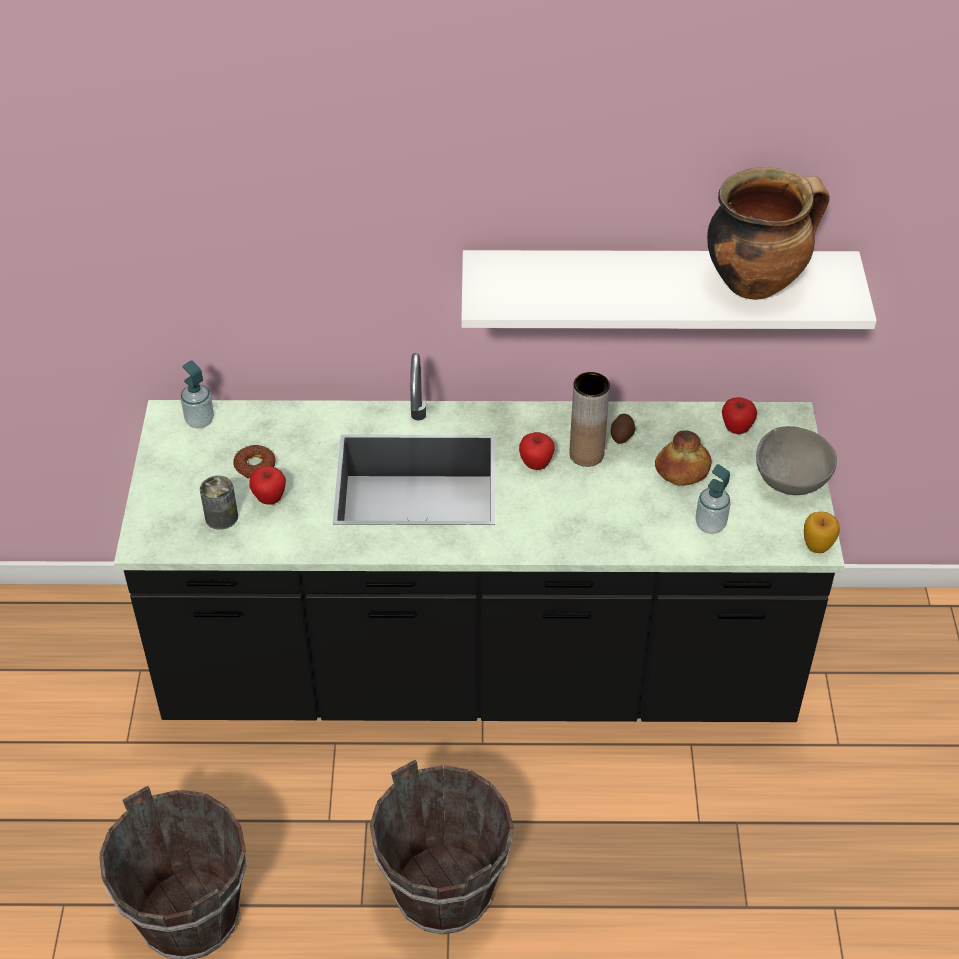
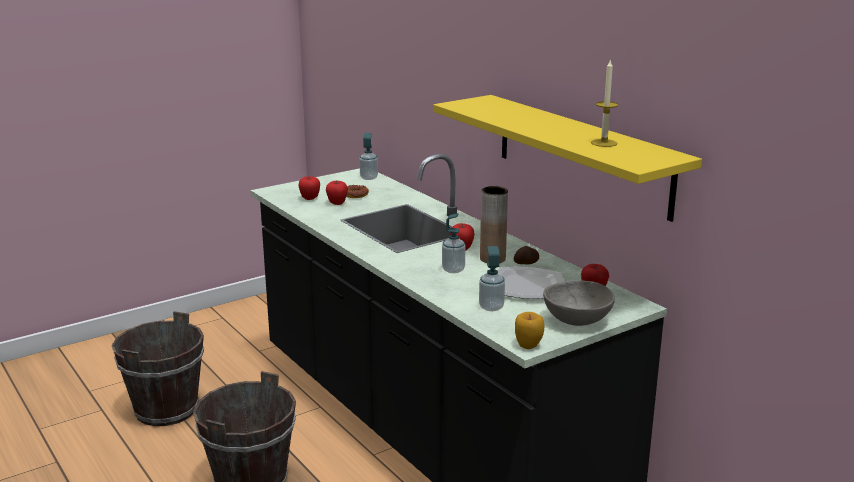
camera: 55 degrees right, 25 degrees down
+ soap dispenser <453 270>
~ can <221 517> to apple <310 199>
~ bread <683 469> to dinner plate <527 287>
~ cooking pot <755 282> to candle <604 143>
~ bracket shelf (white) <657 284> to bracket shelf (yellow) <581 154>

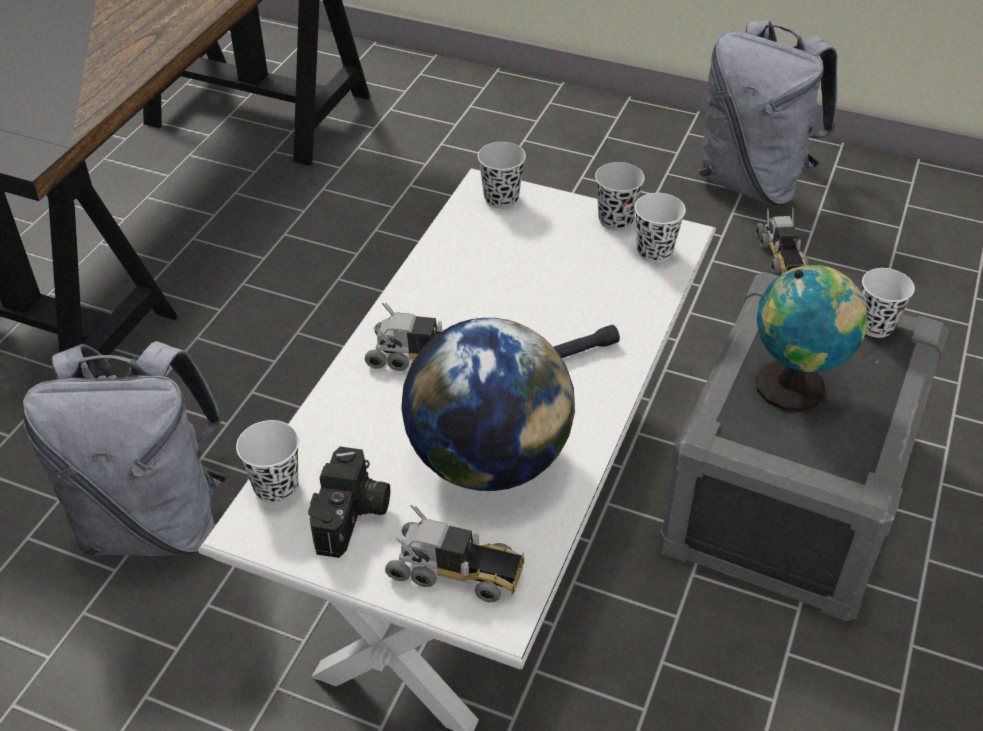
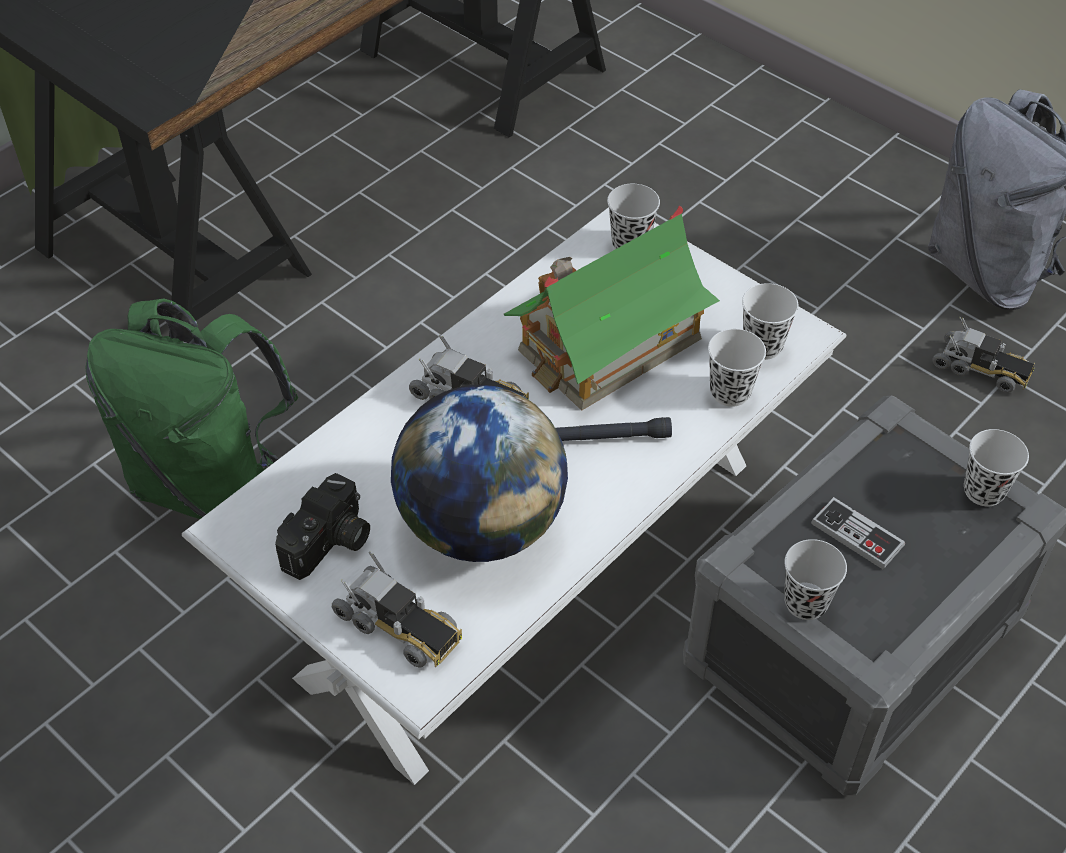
camera: 20 degrees right, 5 degrees up
+ toy house <608 345>
~ cup (white) <276 487> to <730 392>
~ cup (black) <615 220> to <805 602>
~ world globe <795 387> to joypad <857 535>
~ backpack (greyish) <155 521> to backpack (green) <211 482>
~ toy truck <781 255> = <981 369> 75 degrees counterclockwise

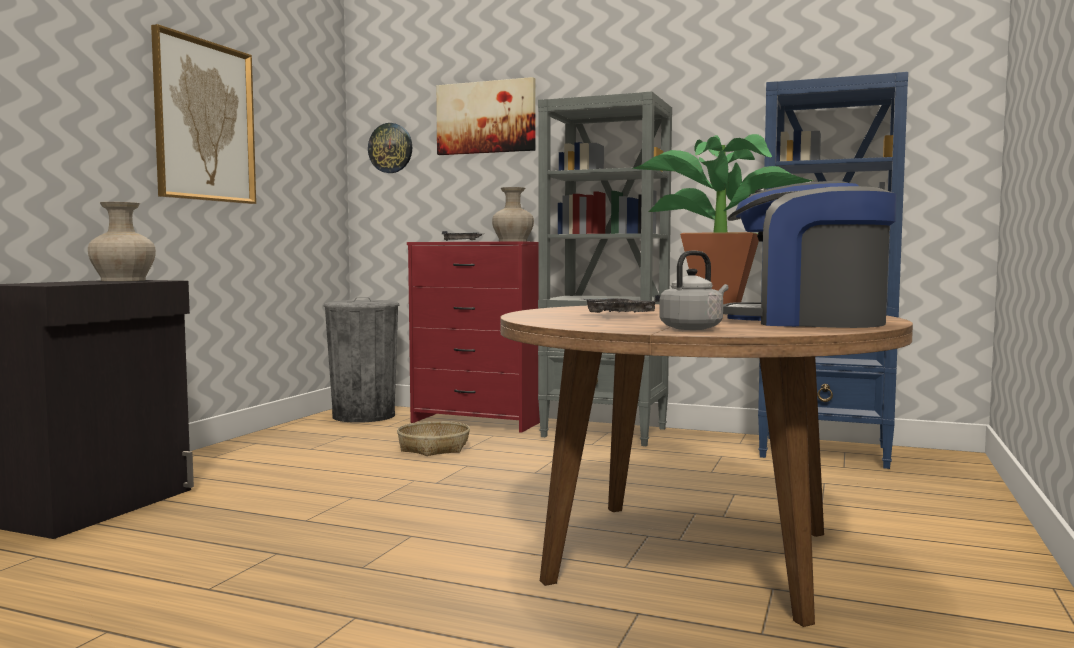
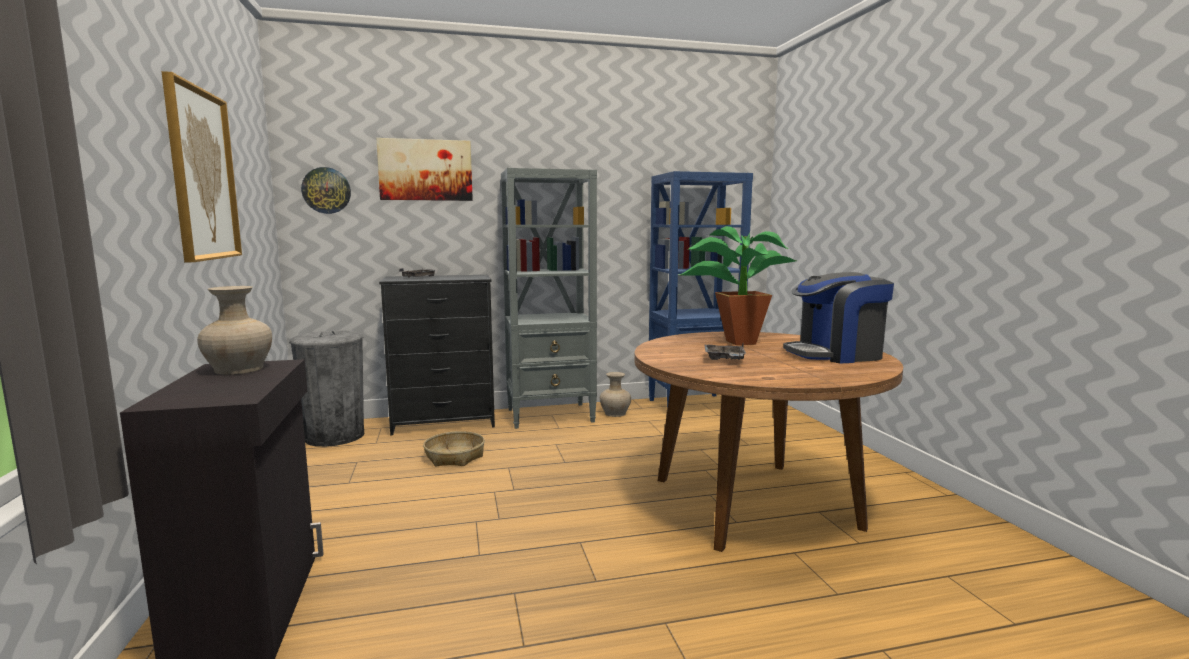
camera: 35 degrees left, 5 degrees up
- kettle (greyish) <693 328>
~ flower vase (sand-coloured) <513 241> to <615 413>
~ drawer chest (reddish) <479 421> to drawer chest (black) <443 422>

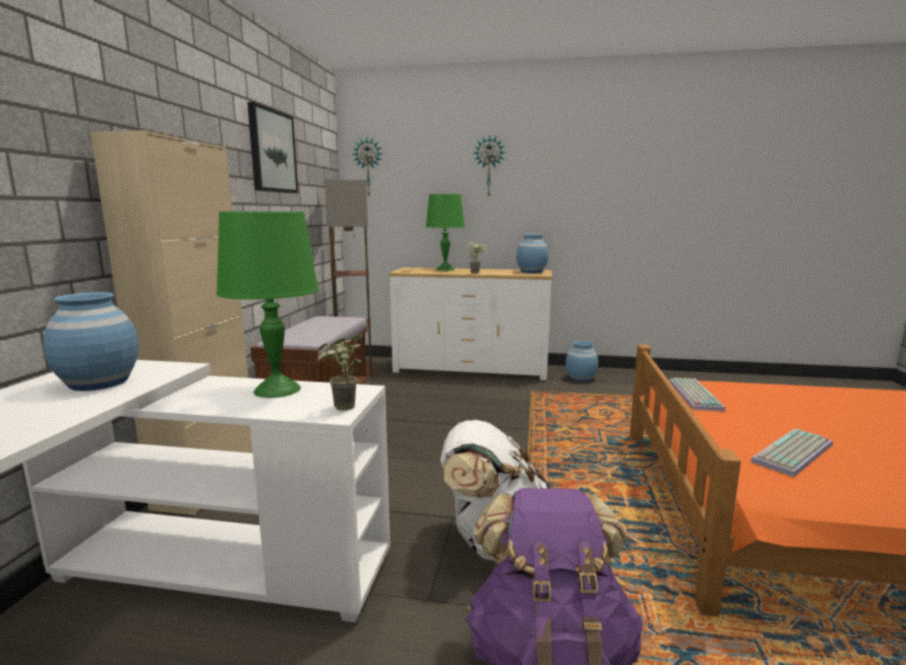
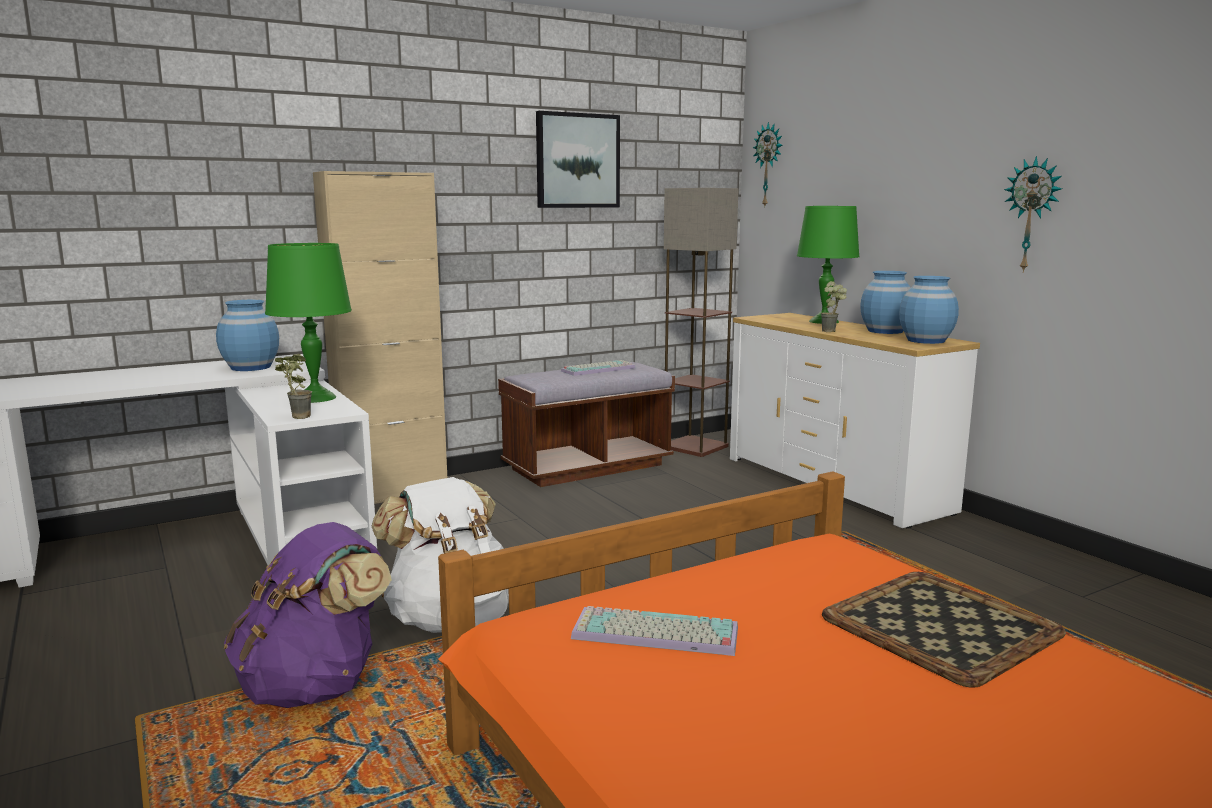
camera: 50 degrees right, 0 degrees up
+ serving tray <943 626>
~ clock on the wall <489 166> to <1032 215>
~ flower vase (blue-coloured) <580 378> to <885 331>
~ keyboard <693 394> to <598 369>

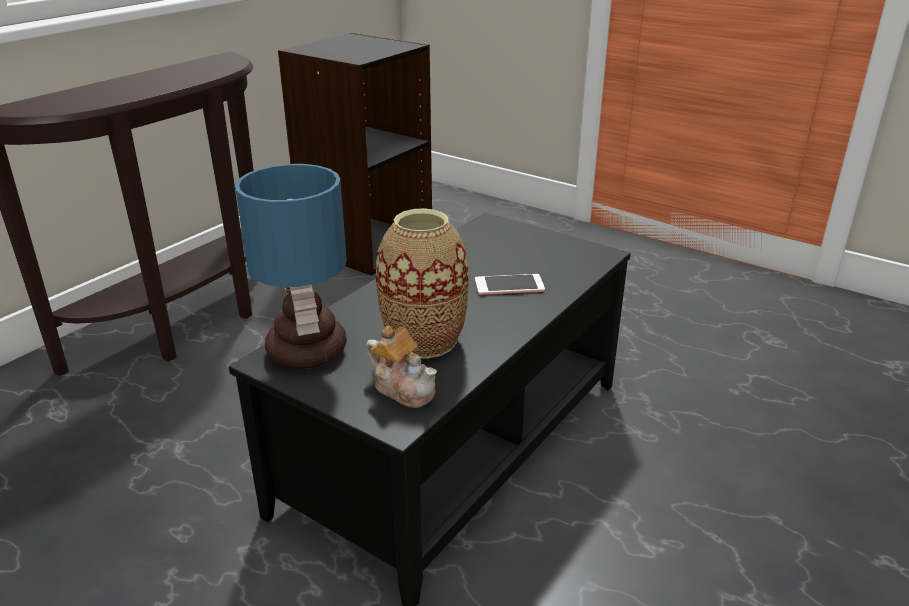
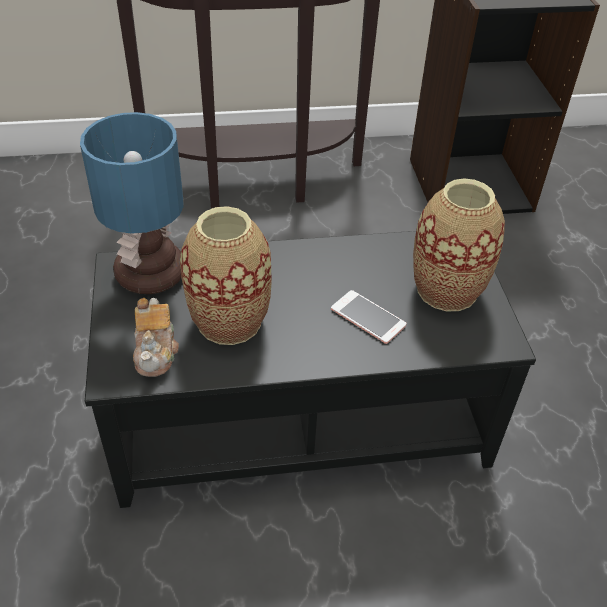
camera: 45 degrees right, 15 degrees up
+ flower vase <447 290>

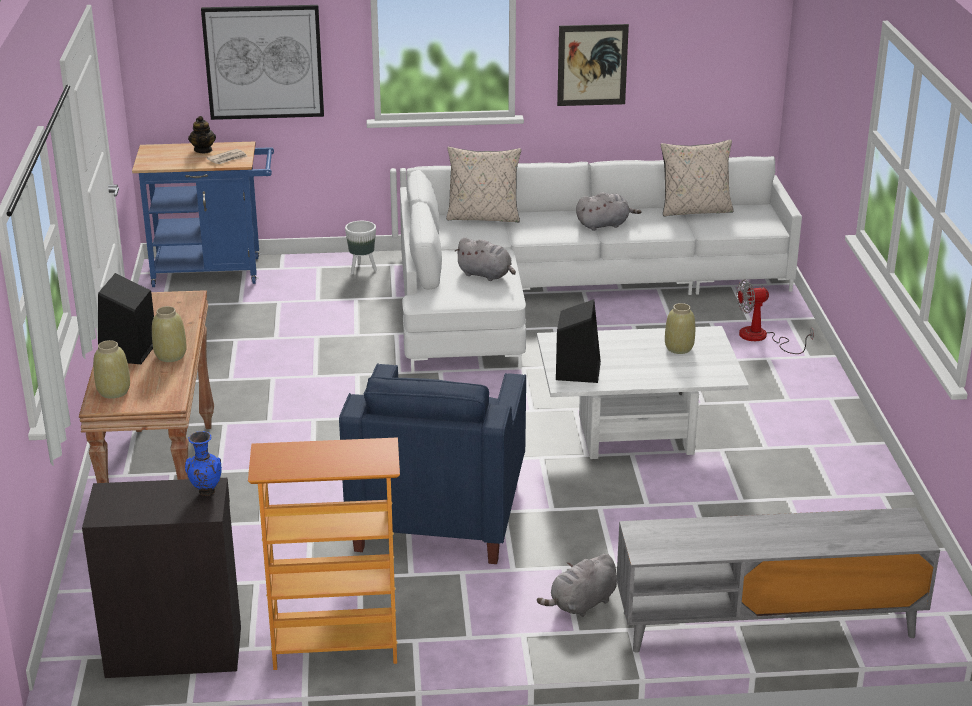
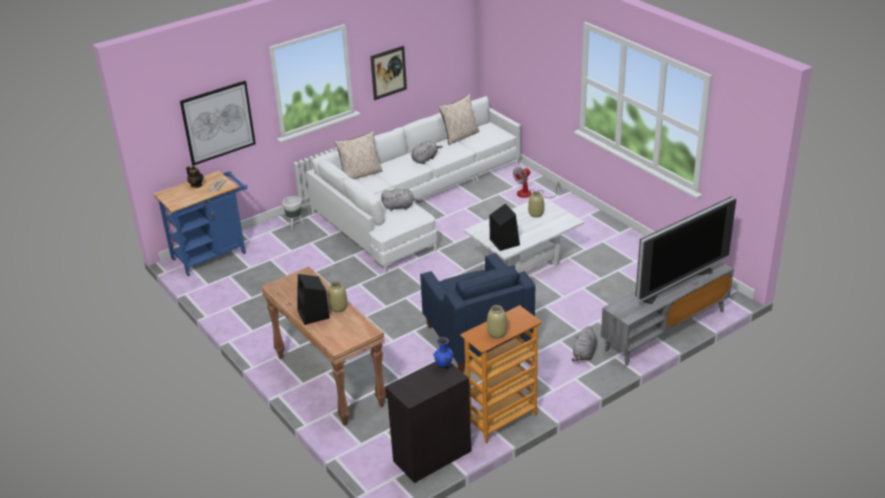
camera: 30 degrees left, 5 degrees up
+ TV <676 284>
~ flower vase (sand-coloured) <113 392> to <497 334>

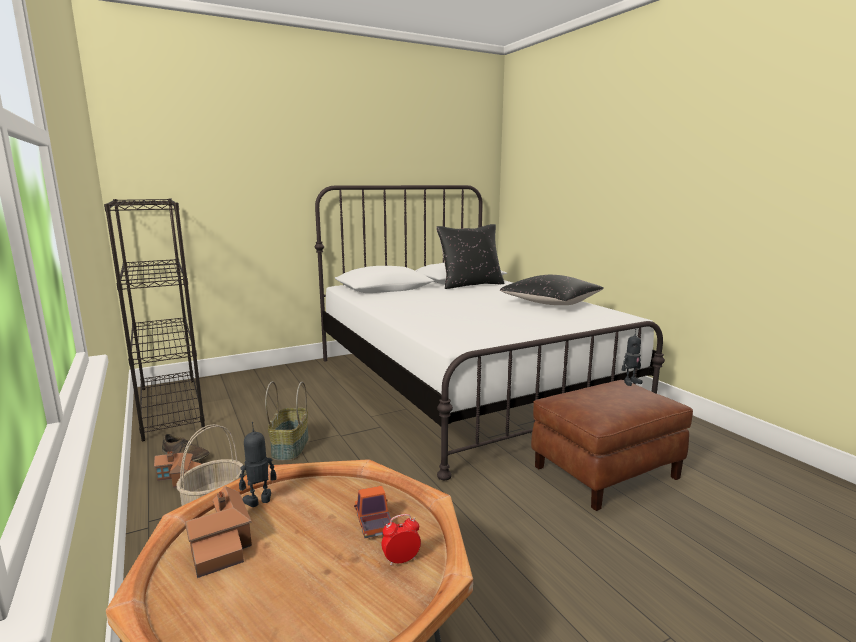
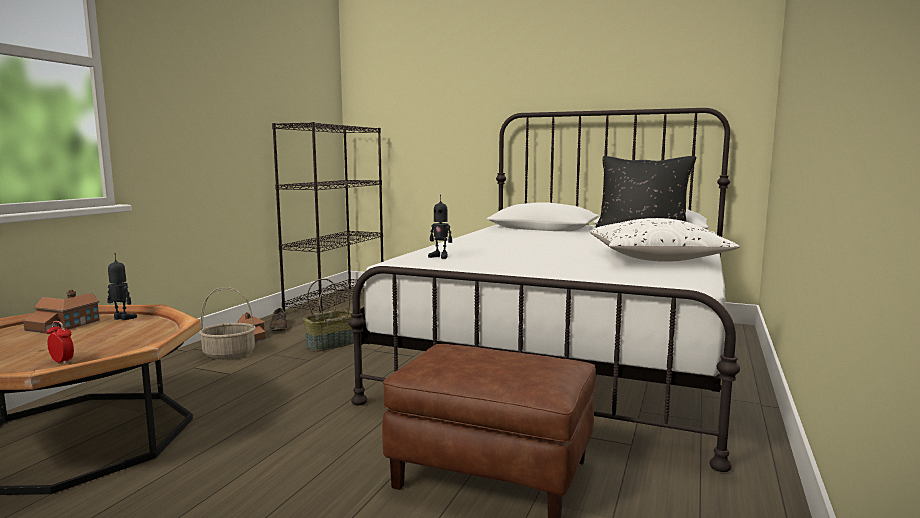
camera: 50 degrees right, 5 degrees down
- toy truck <374 523>
~ robot figure <630 382> to <440 256>
~ cushion (black) <551 302> to cushion (white) <656 259>

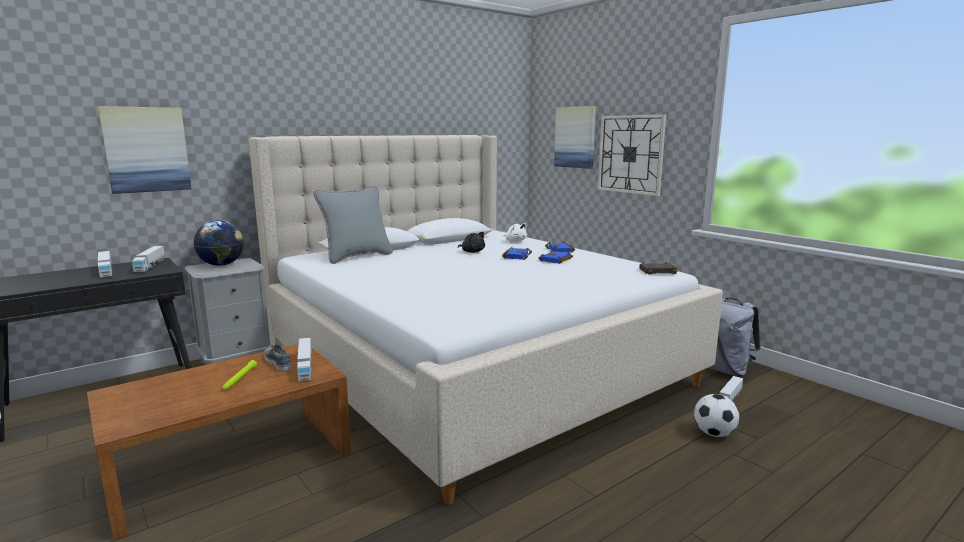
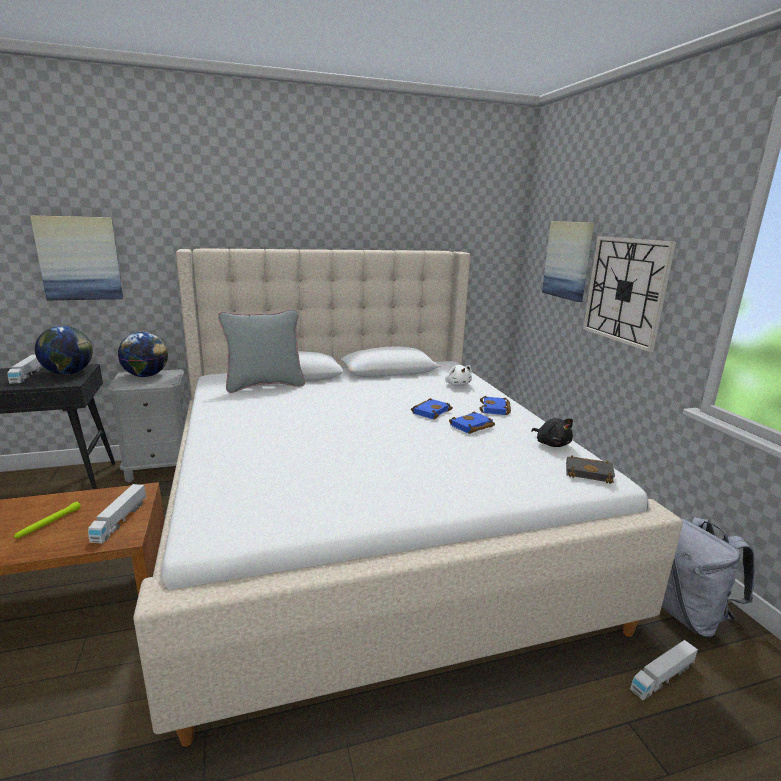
camera: 20 degrees right, 5 degrees up
- shoe (greyish) <278 362>
- football <714 434>
~ cuddly toy (black) <472 252> to <551 444>
~ toy truck <150 265> to world globe <69 373>

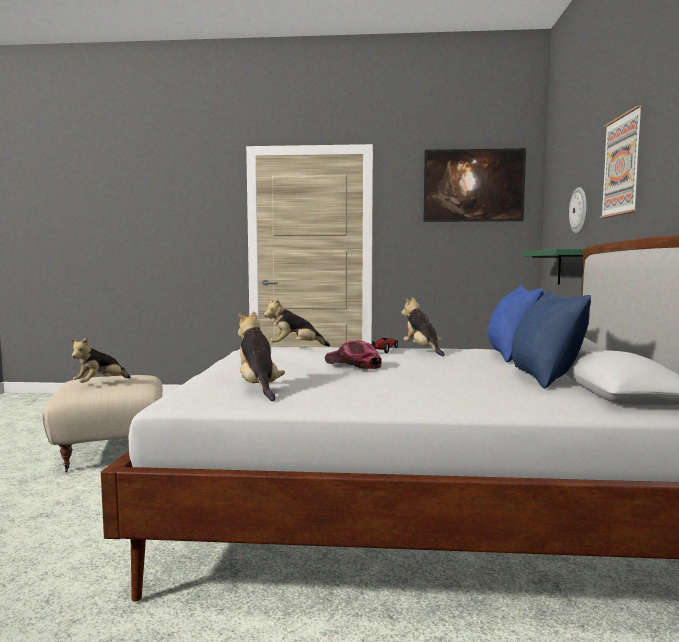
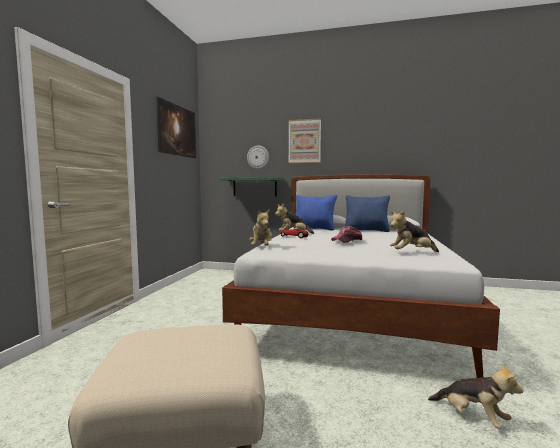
camera: 80 degrees left, 0 degrees up
~ cuddly toy <100 384> to <472 417>

